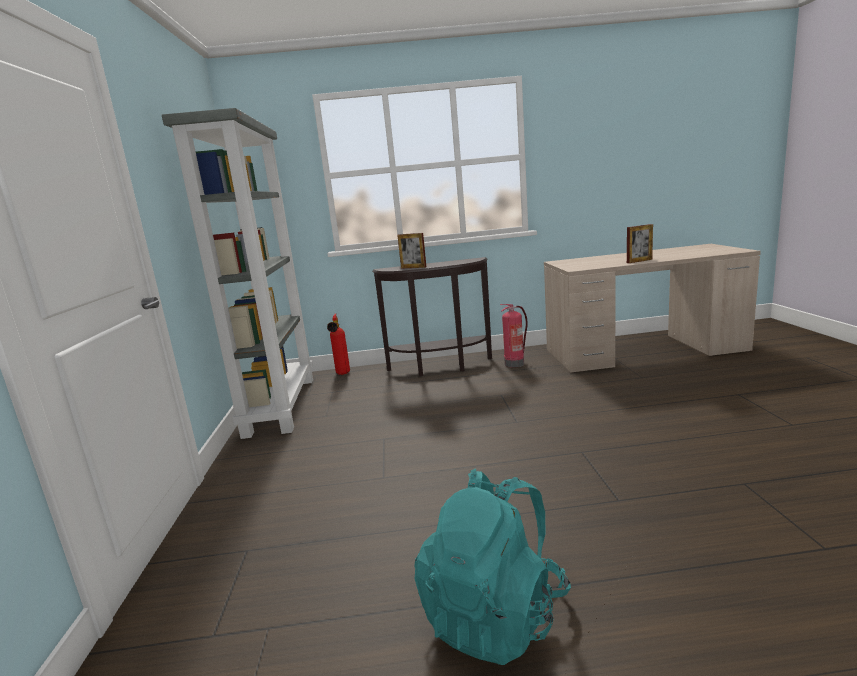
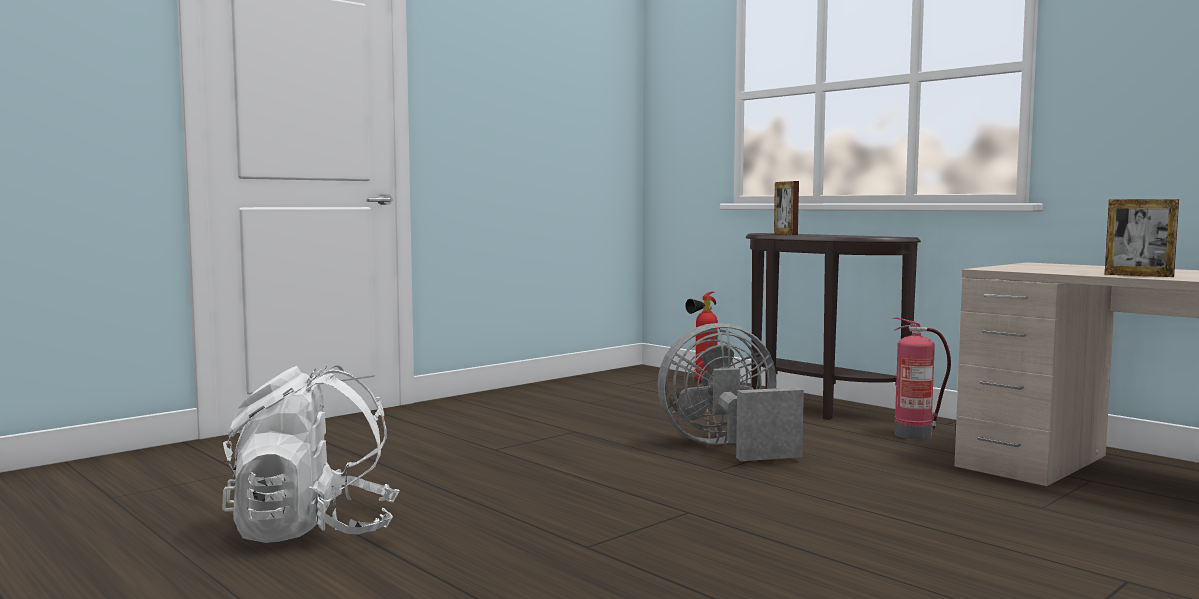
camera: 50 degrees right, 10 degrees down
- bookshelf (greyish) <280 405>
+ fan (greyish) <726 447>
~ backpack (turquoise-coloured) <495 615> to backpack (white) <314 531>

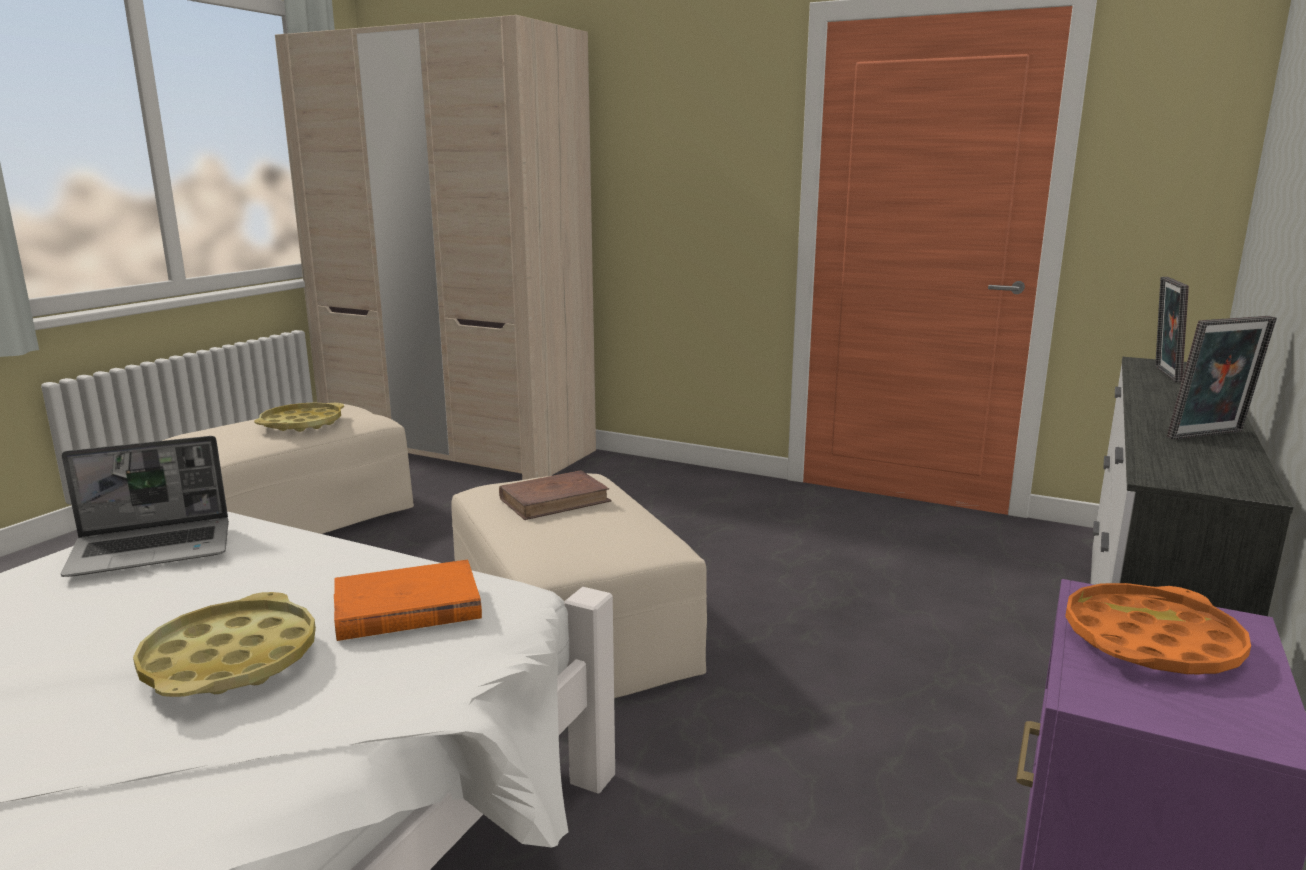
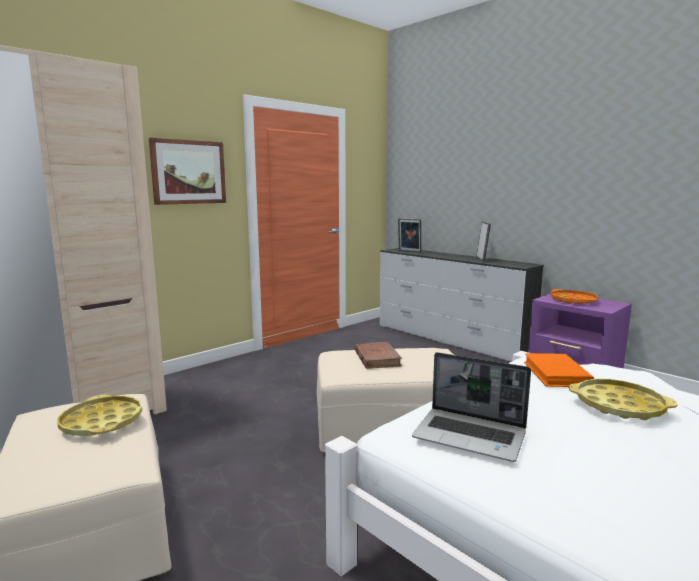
camera: 70 degrees left, 5 degrees down
+ wall art <188 172>
~ notebook computer <154 549> = <471 436> 120 degrees clockwise

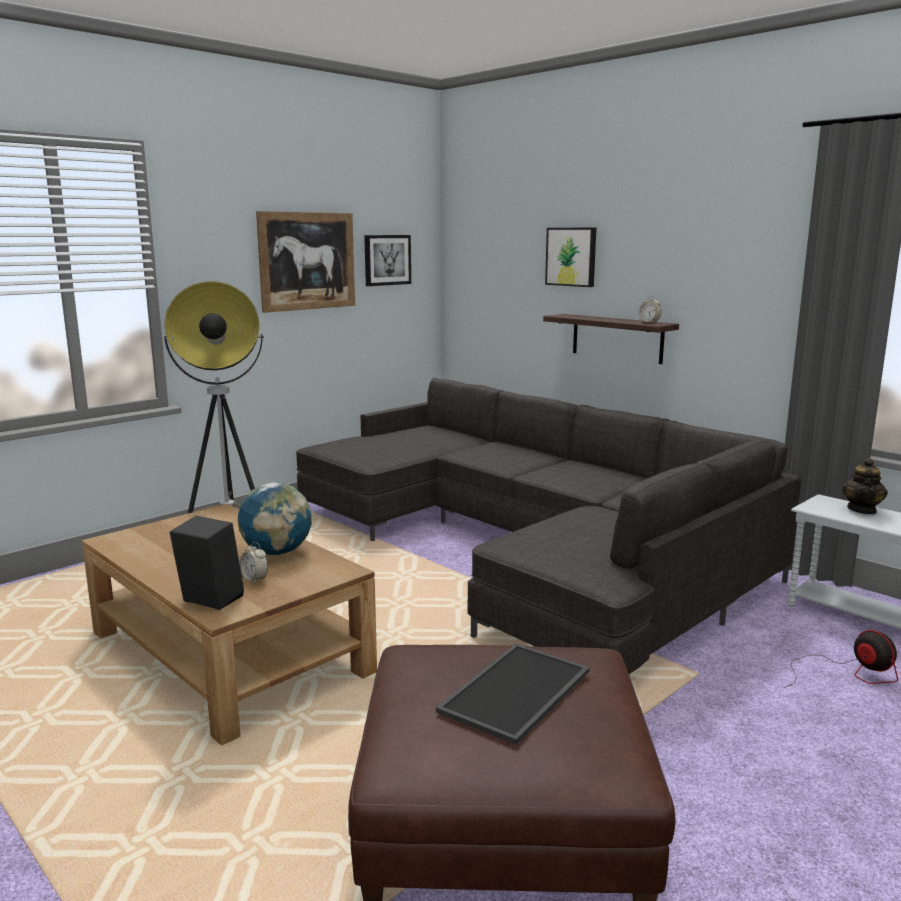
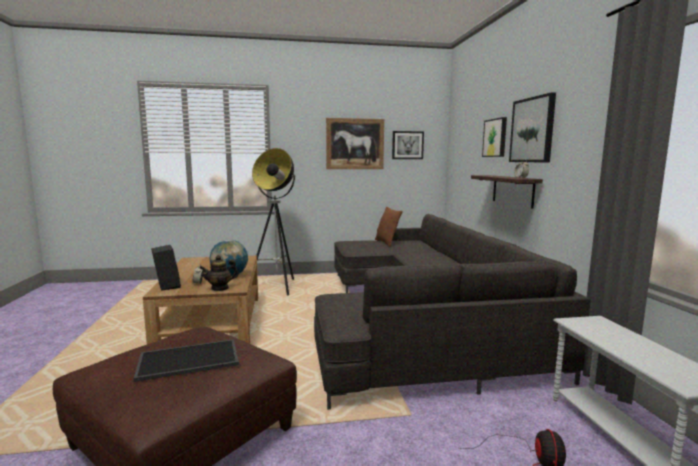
camera: 35 degrees right, 5 degrees down
+ cushion (brown) <387 243>
+ wall art <532 130>
~ pot for tea <862 510> to <220 288>

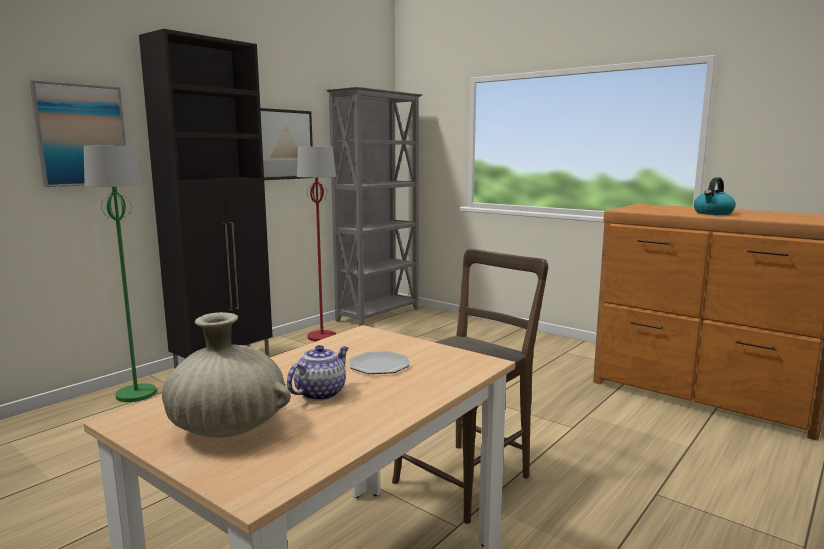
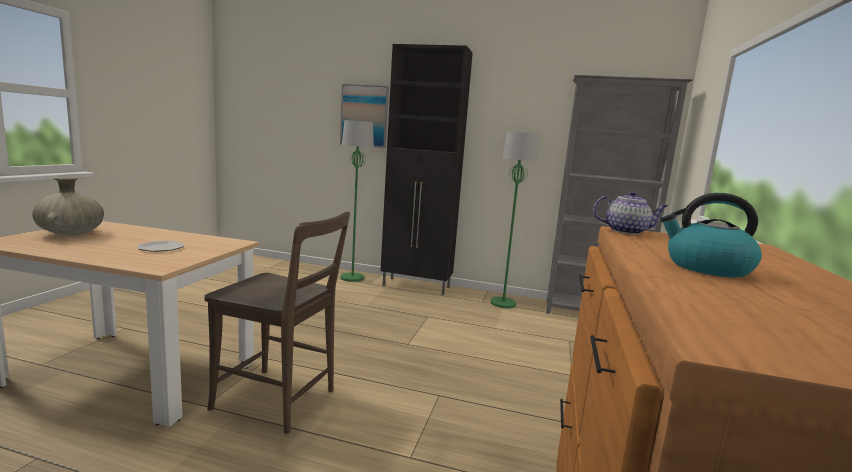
camera: 65 degrees right, 0 degrees up
- wall art <284 144>
~ pot for tea <320 393> to <627 231>
~ standing lamp (reddish) <322 337> to standing lamp (green) <503 303>

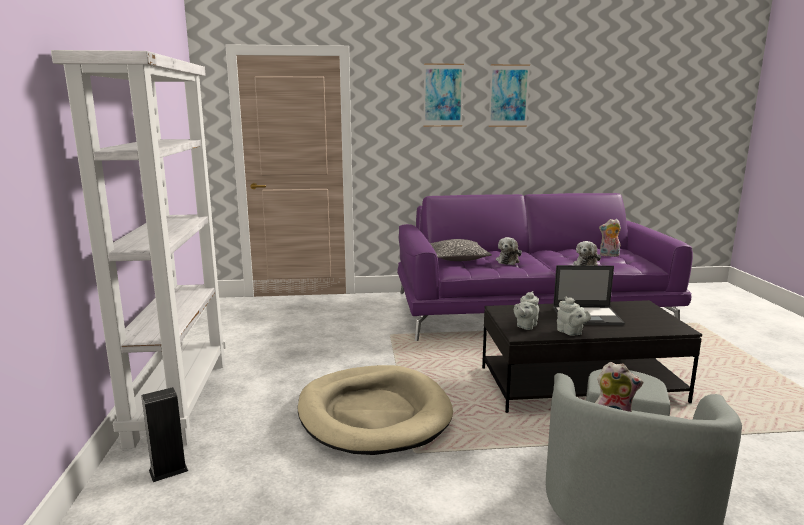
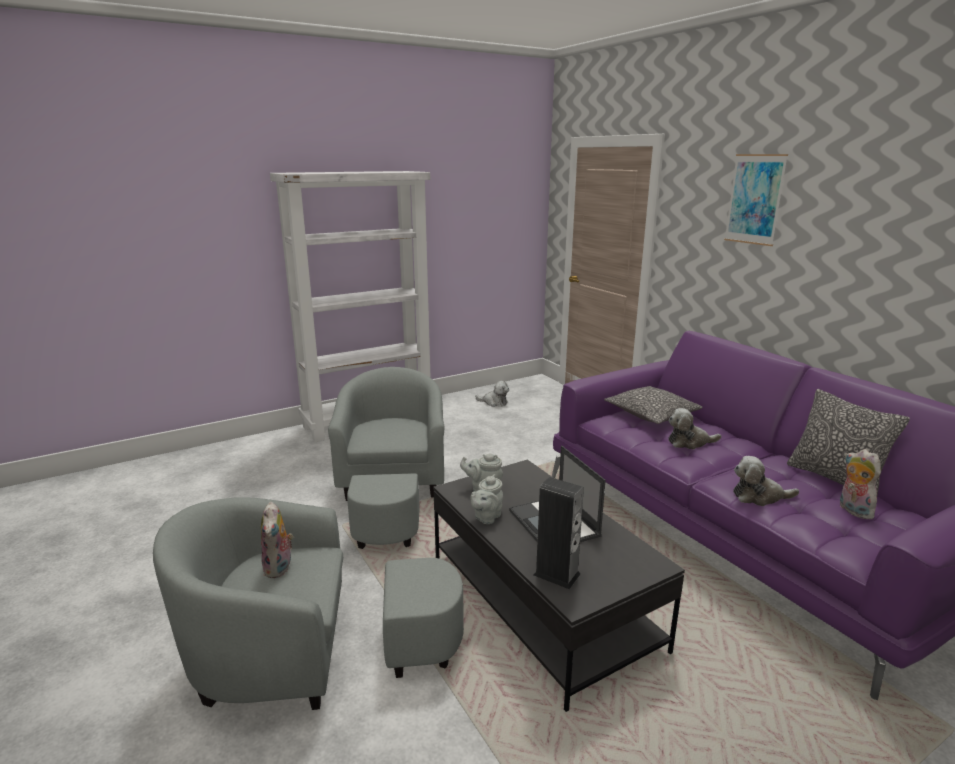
camera: 65 degrees right, 5 degrees up
- wall art <508 96>
+ cuddly toy <494 402>
+ cushion <835 479>
~ audio speaker <168 470> to <556 574>
~ pet bed (sand-coloured) <373 414> to armchair (greyish) <392 493>

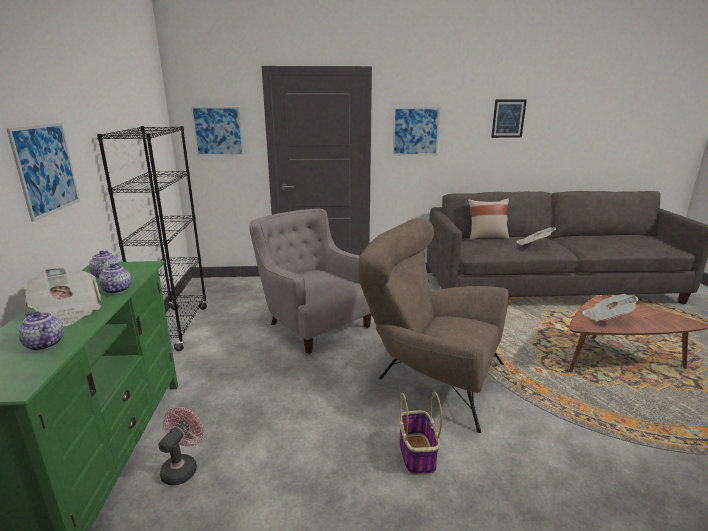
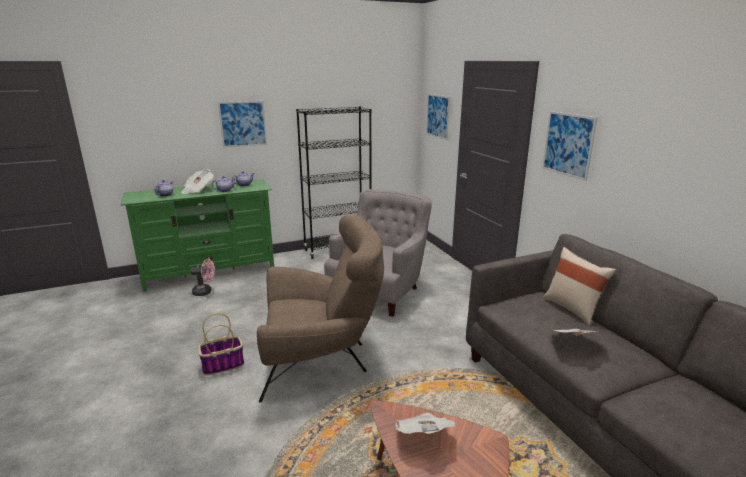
camera: 70 degrees right, 0 degrees up
- wall art <508 118>
~ armchair (brown) <429 378> = <322 359> 75 degrees clockwise

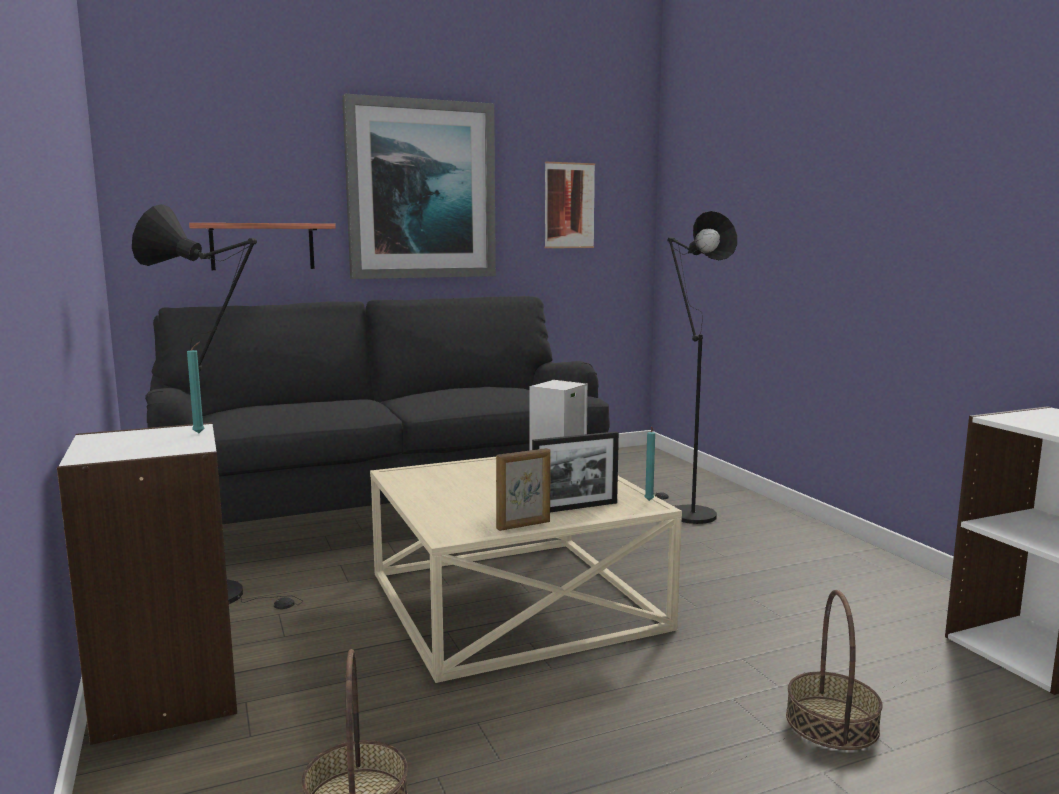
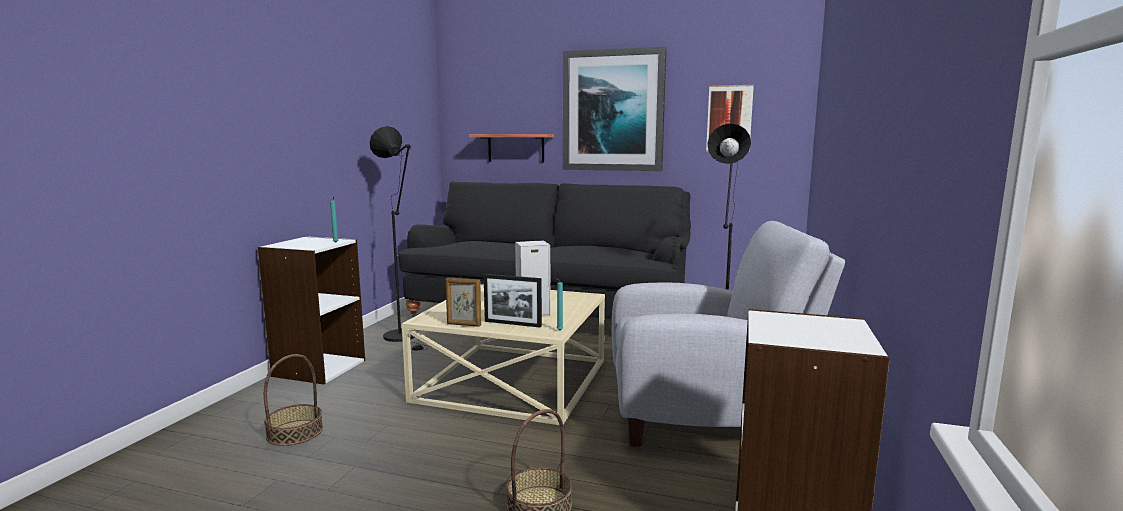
camera: 40 degrees right, 0 degrees up
+ armchair (greyish) <707 416>

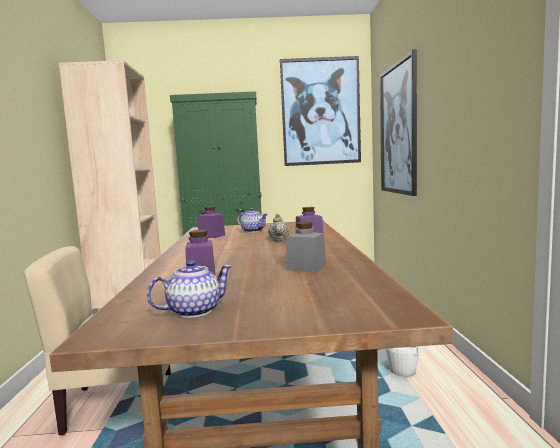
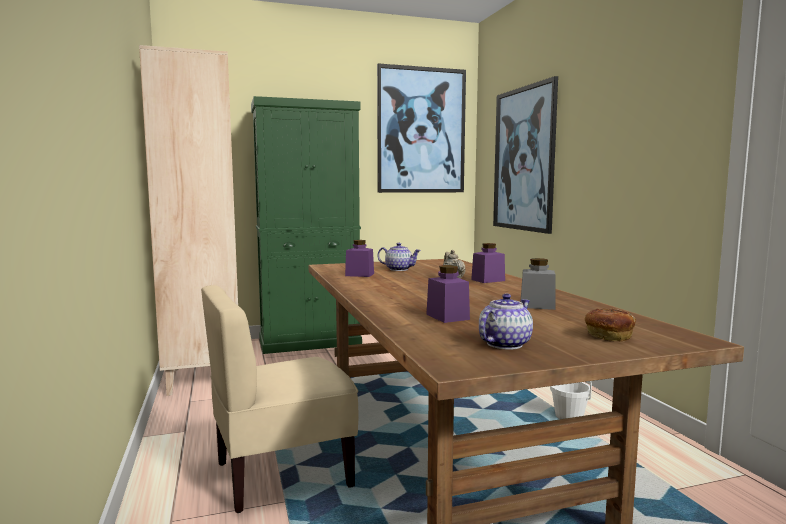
camera: 15 degrees left, 0 degrees up
+ bread <608 336>

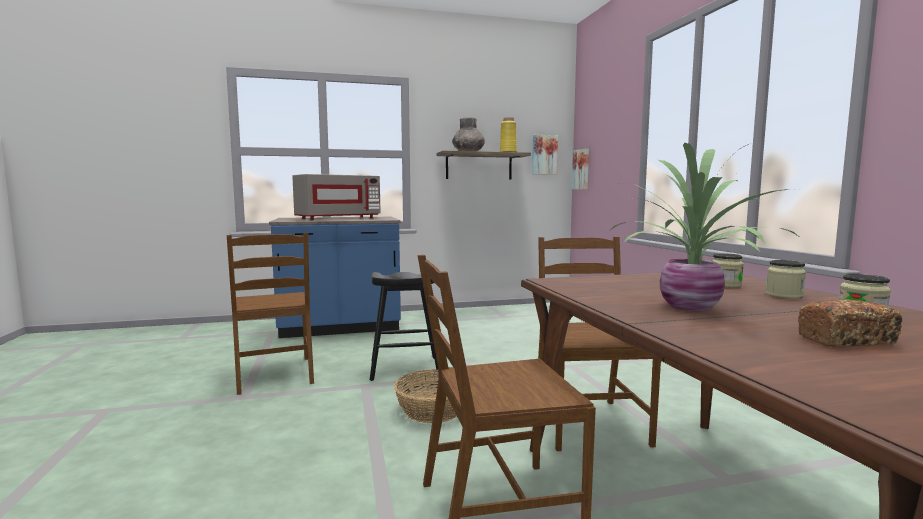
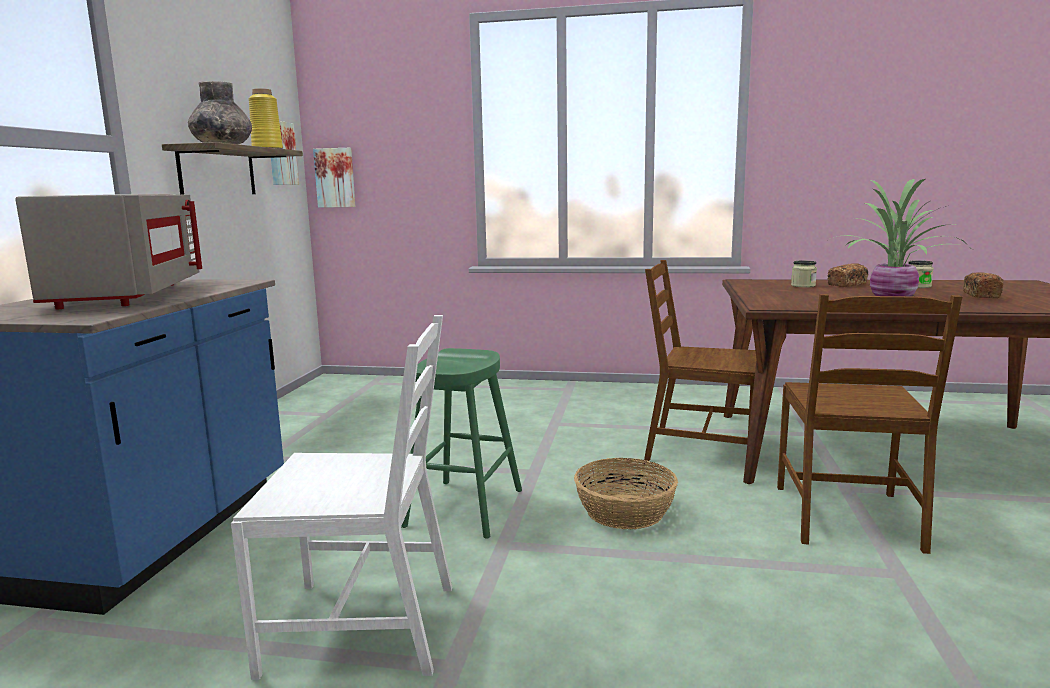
camera: 65 degrees left, 5 degrees up
~ preserve jar <784 295> to bread <847 284>
~ chair (brown) <275 375> to chair (white) <364 626>
~ stool (black) <405 368> to stool (green) <464 508>

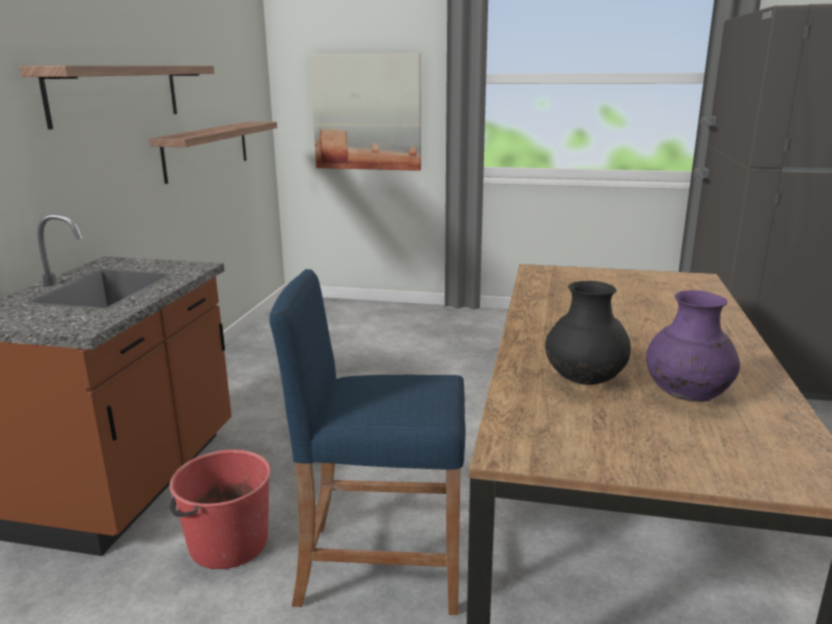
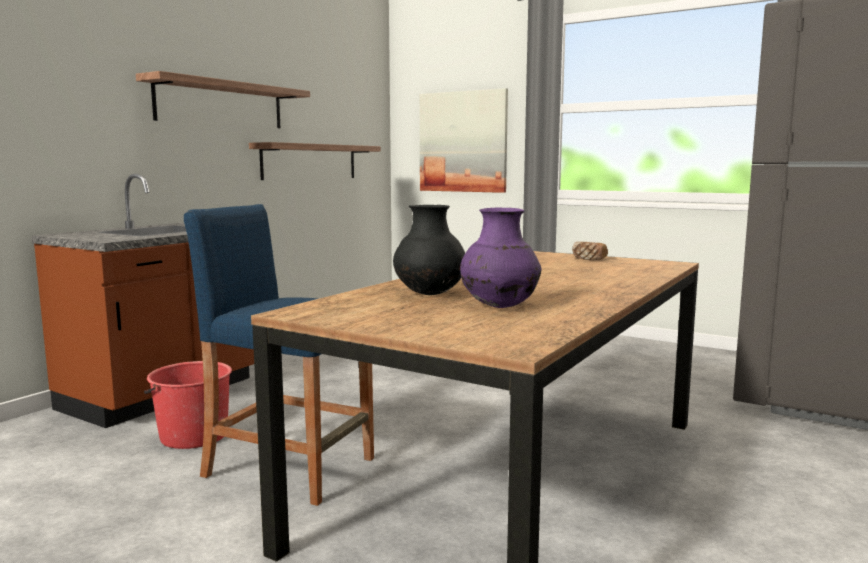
camera: 20 degrees right, 10 degrees down
+ bread <589 259>

